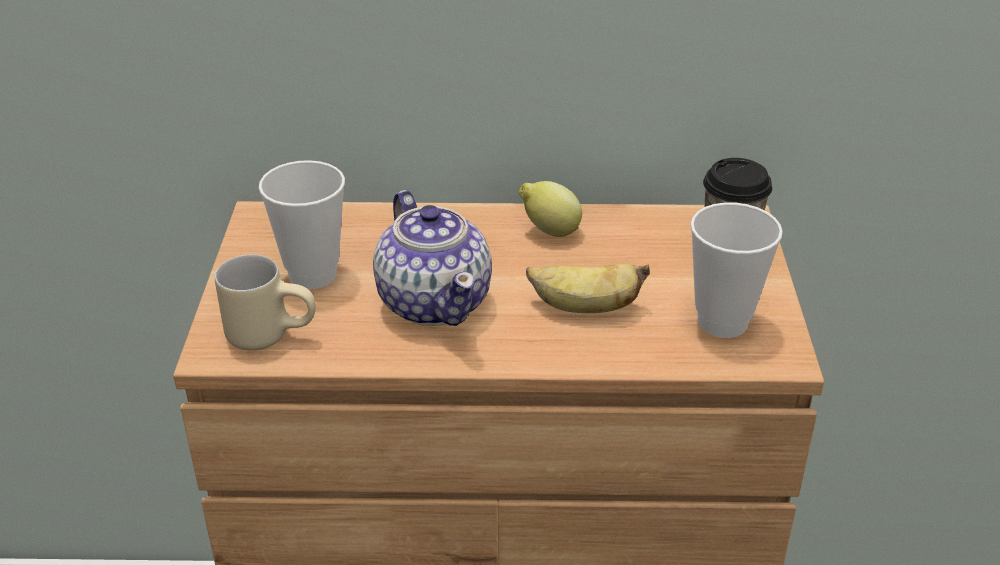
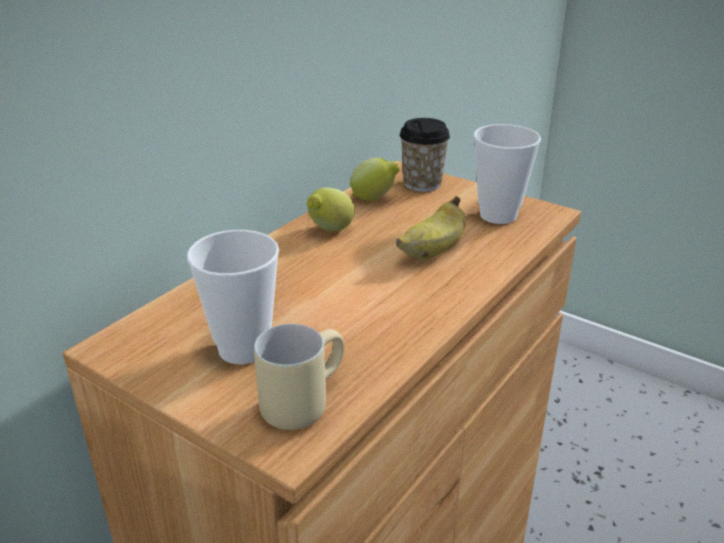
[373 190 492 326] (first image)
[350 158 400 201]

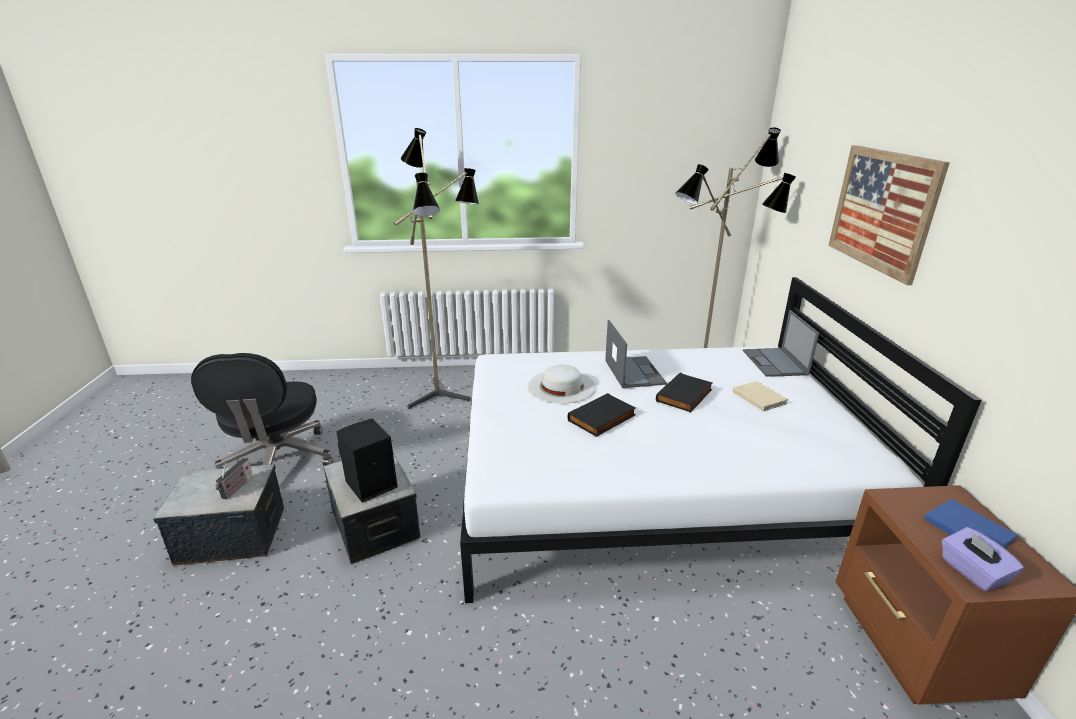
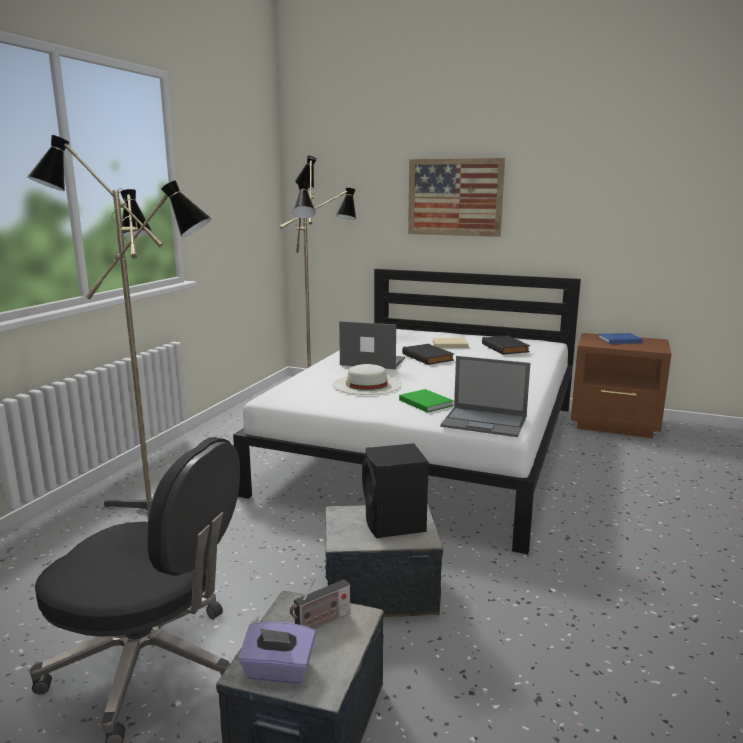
[399 389 454 413]
[482 336 530 355]
[440 356 530 437]
[238 622 316 684]
[290 578 350 630]

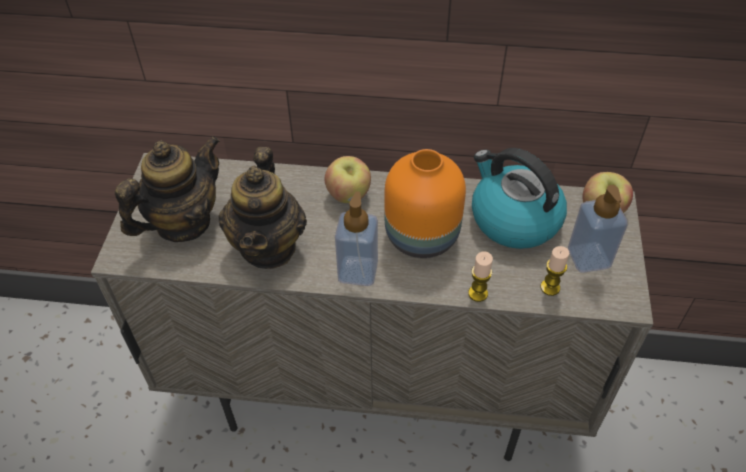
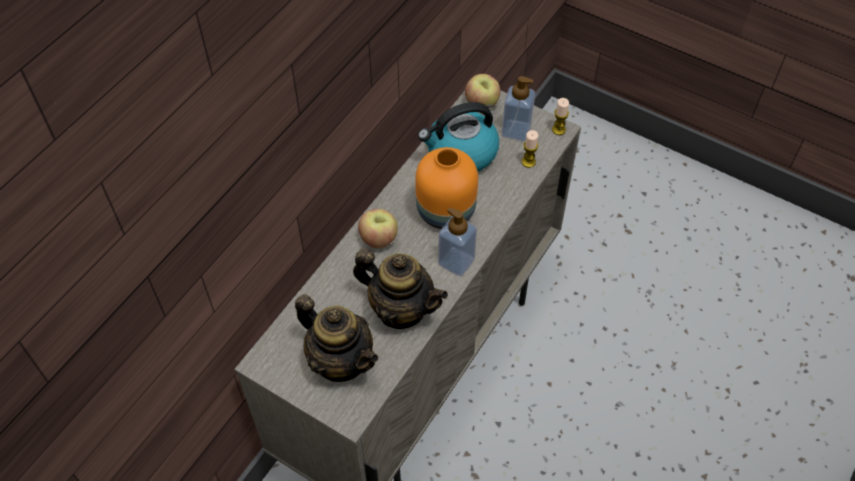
[552 98 569 135]
[295 294 378 382]

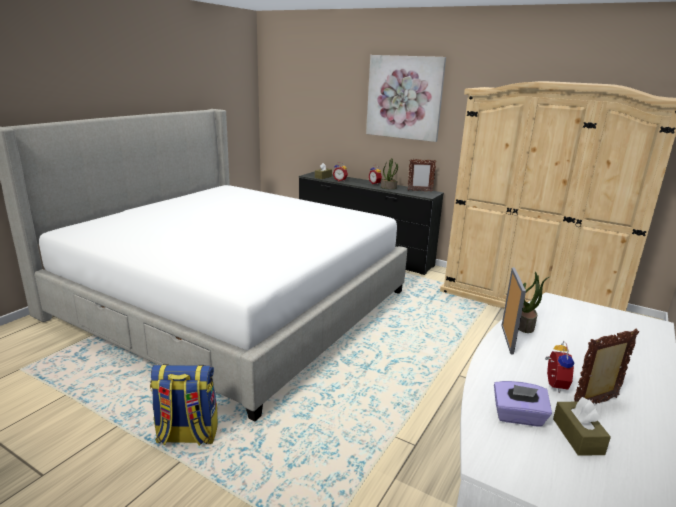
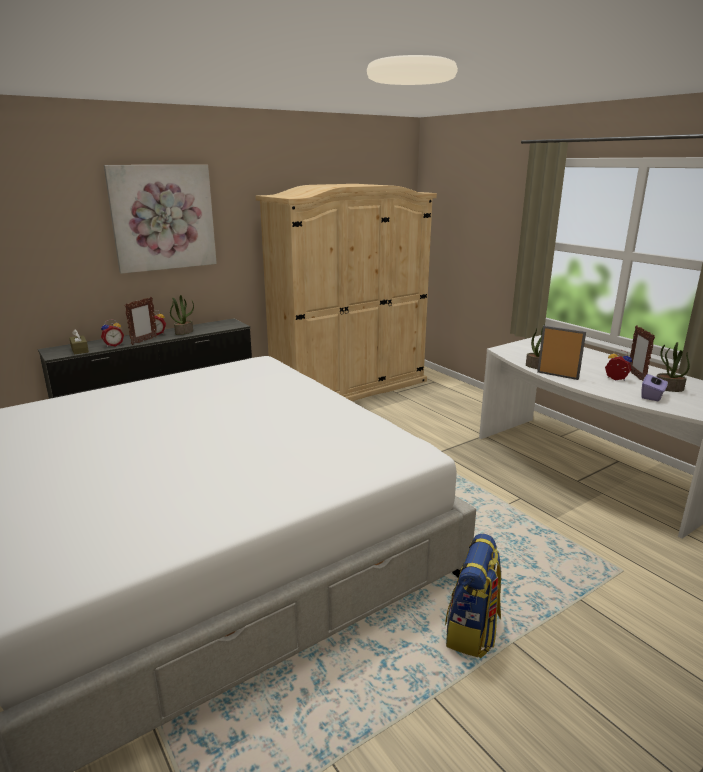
[125 297 157 345]
[657 342 690 392]

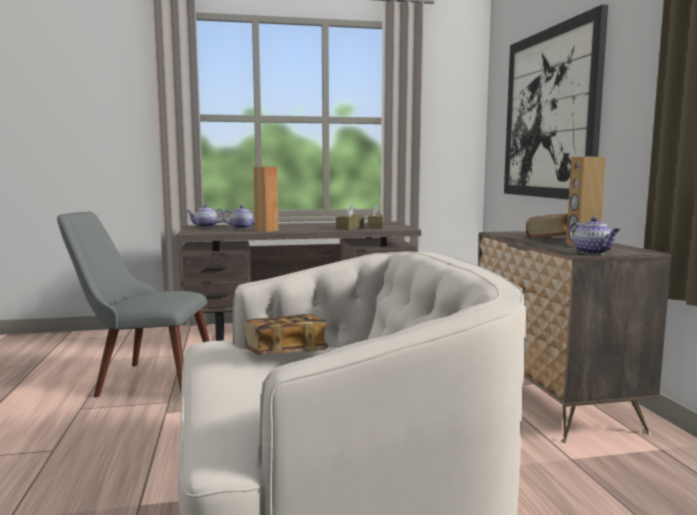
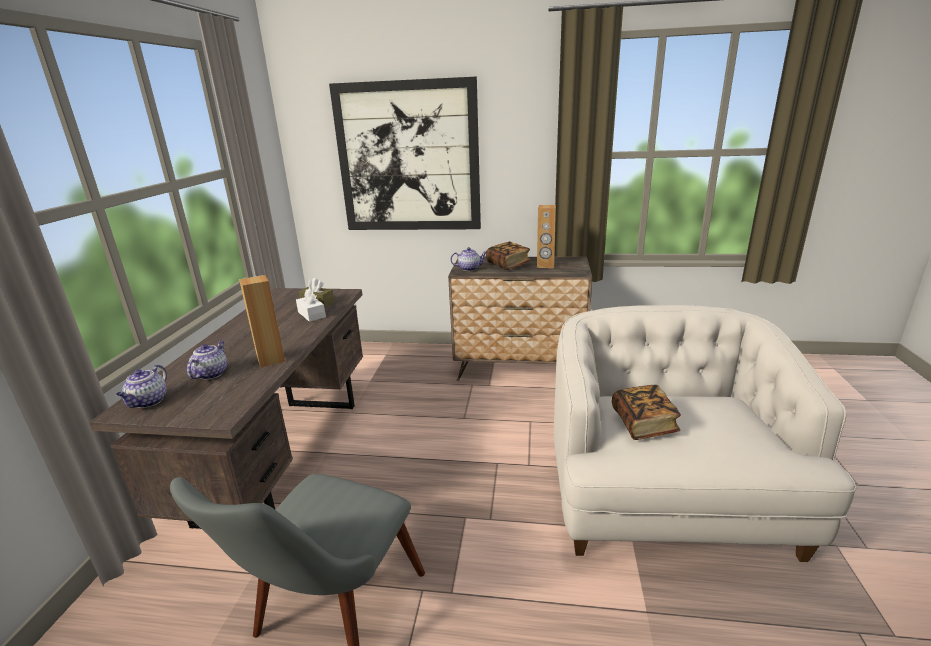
[450 247 487 271]
[296 289 326 322]

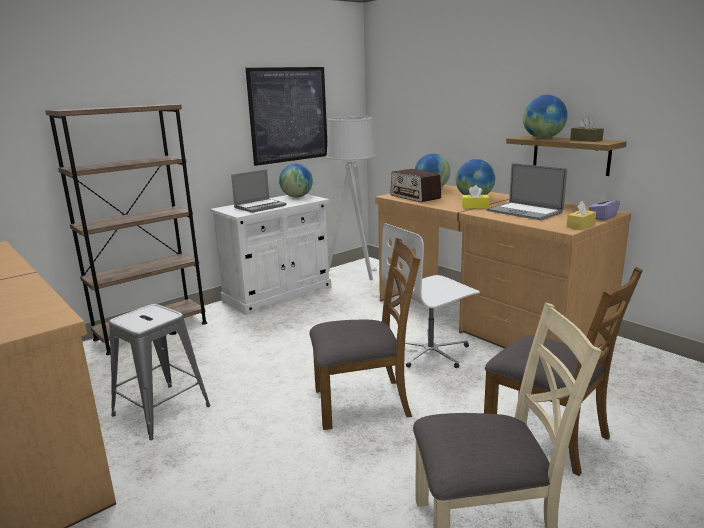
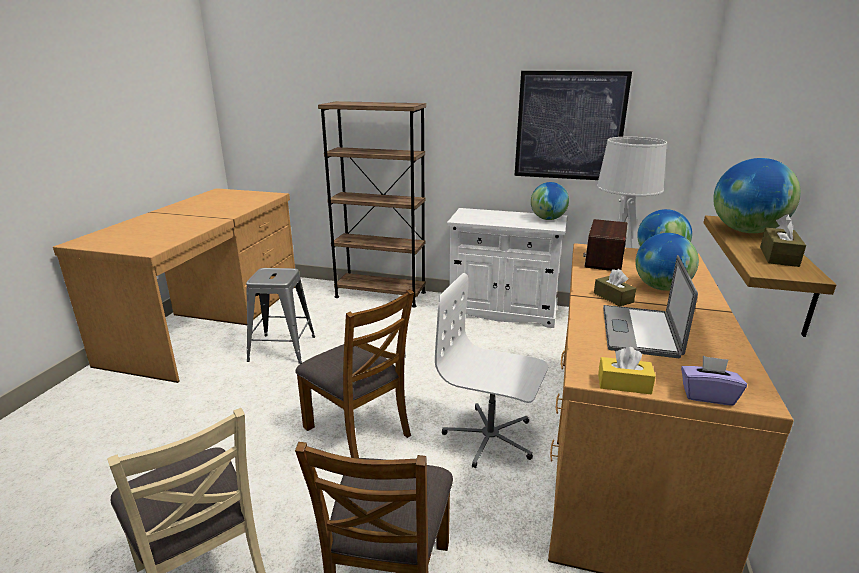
[231 169 287 213] (first image)
[594 269 636 306]

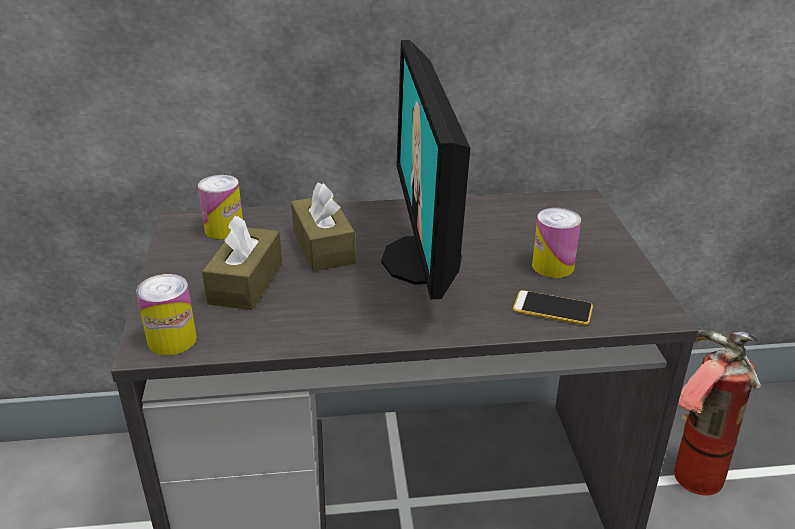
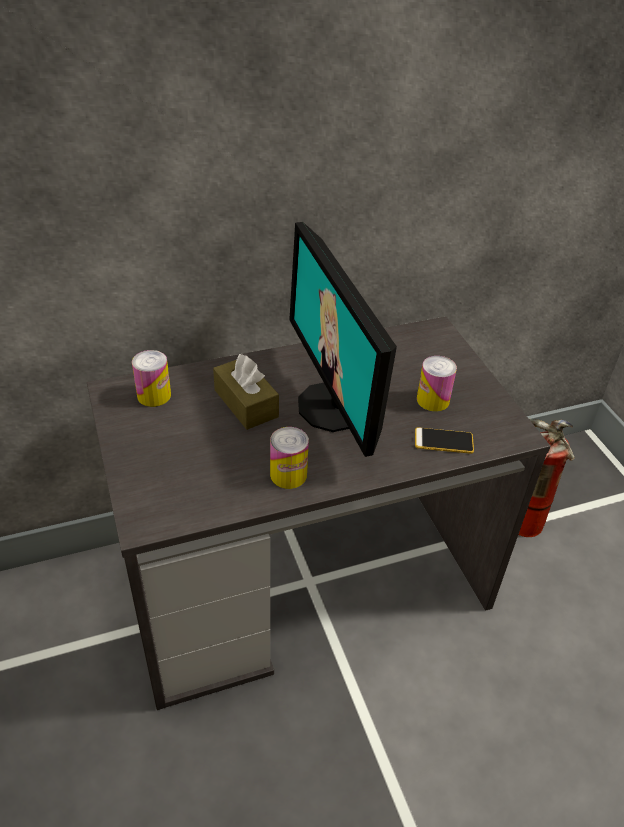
[202 216 282 310] (first image)
[270 427 309 489]

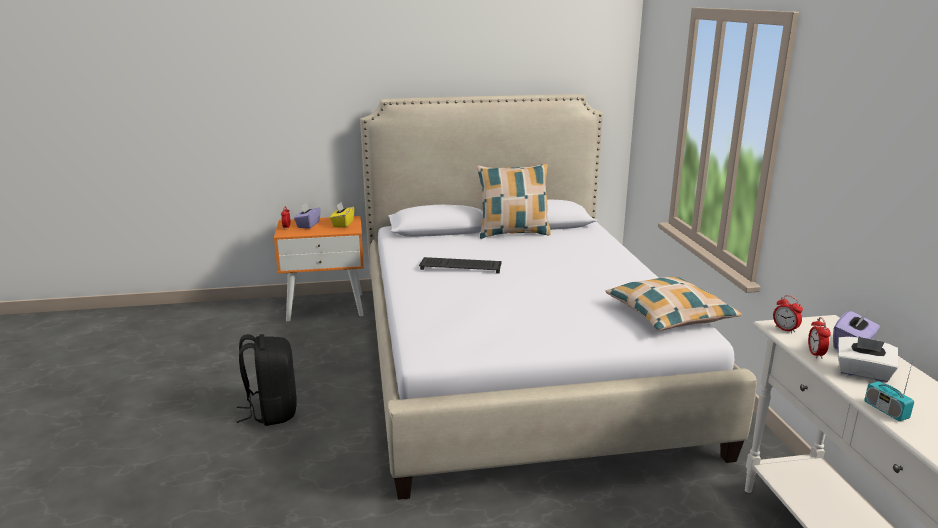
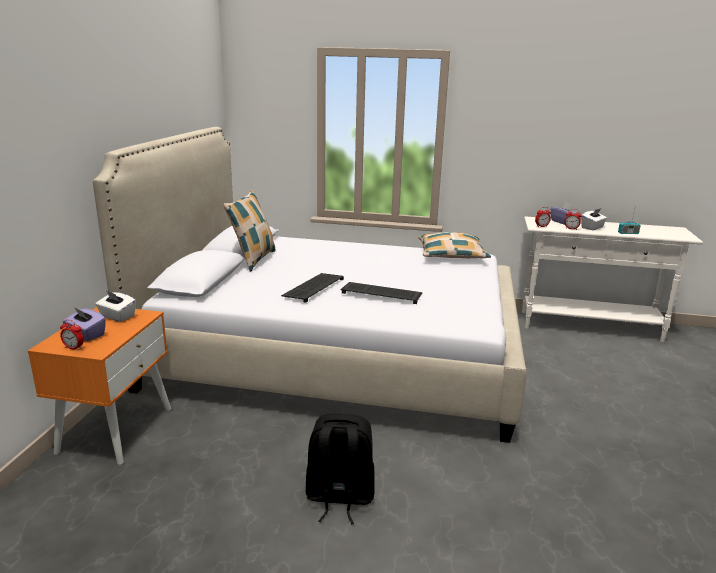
[341 282 423 304]
[95 291 136 322]

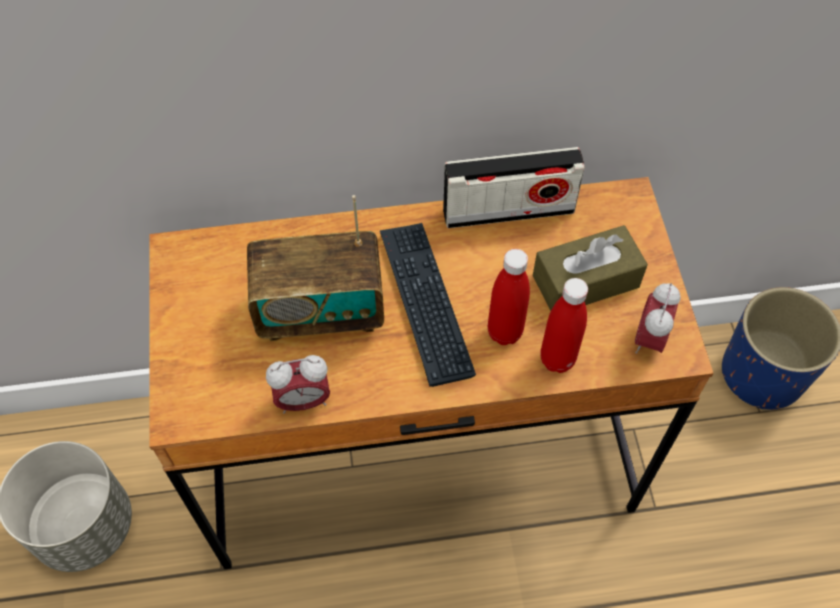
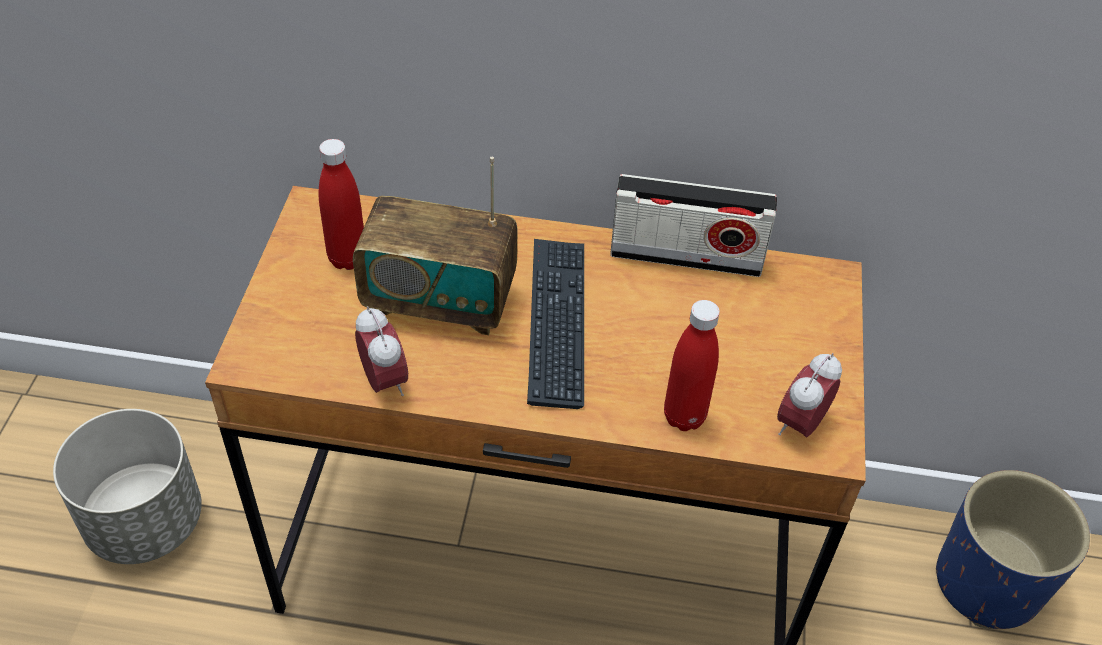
[533 225 648 311] (first image)
[319 139 364 270]
[355 306 408 396]

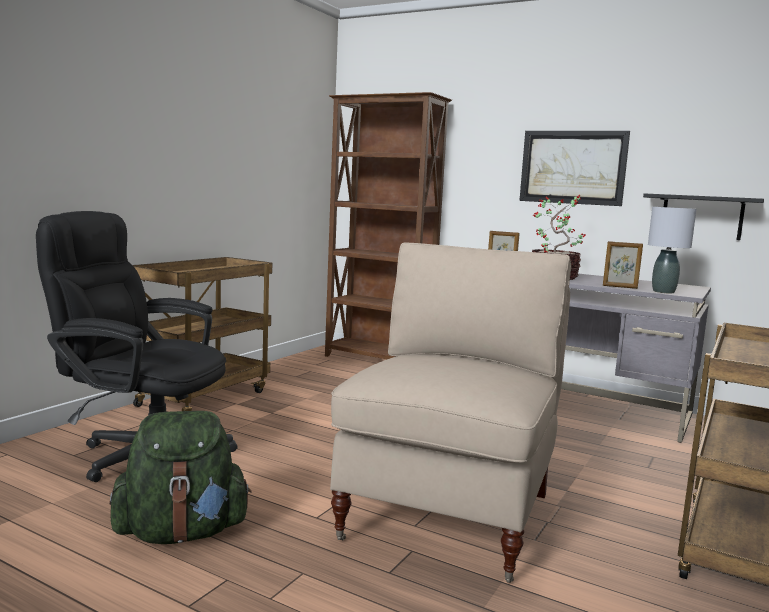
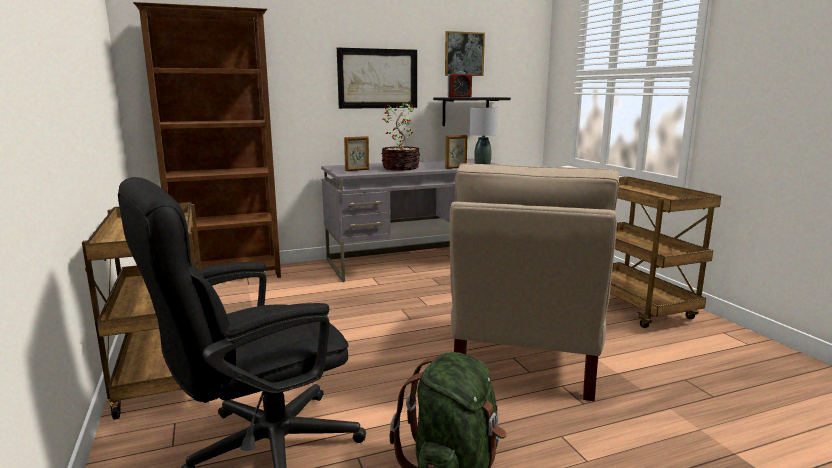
[445 31 485 76]
[448 71 472 97]
[449 163 619 401]

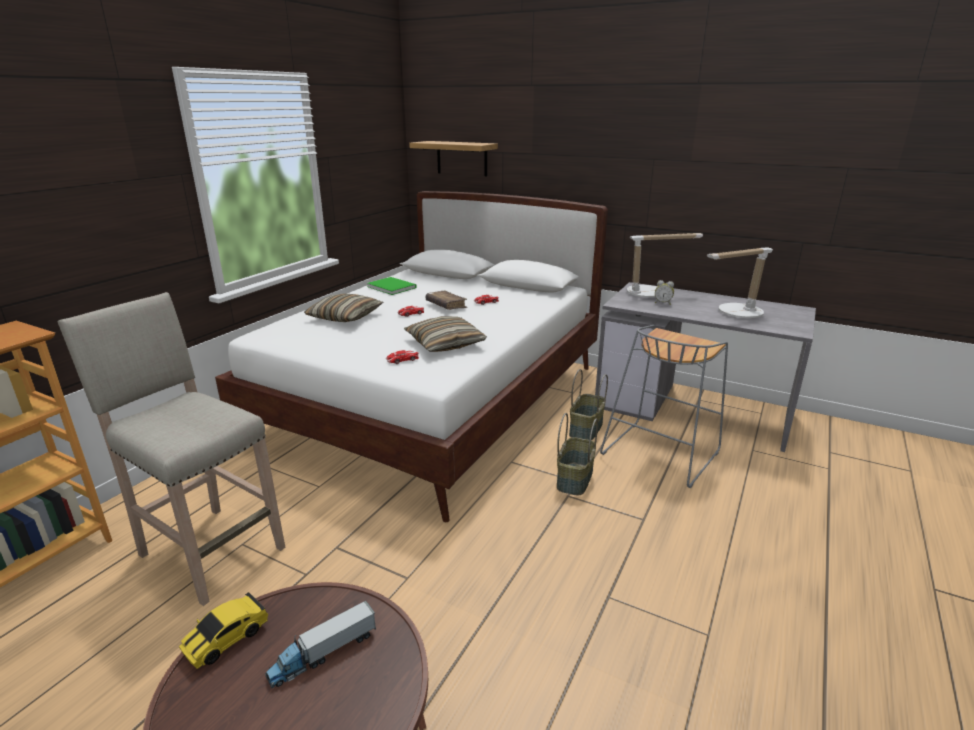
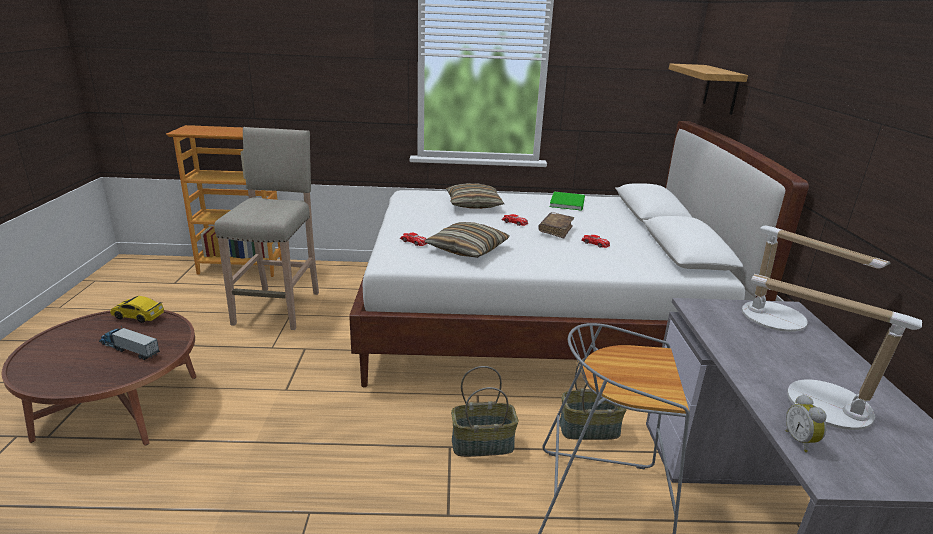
[786 394 826 452]

